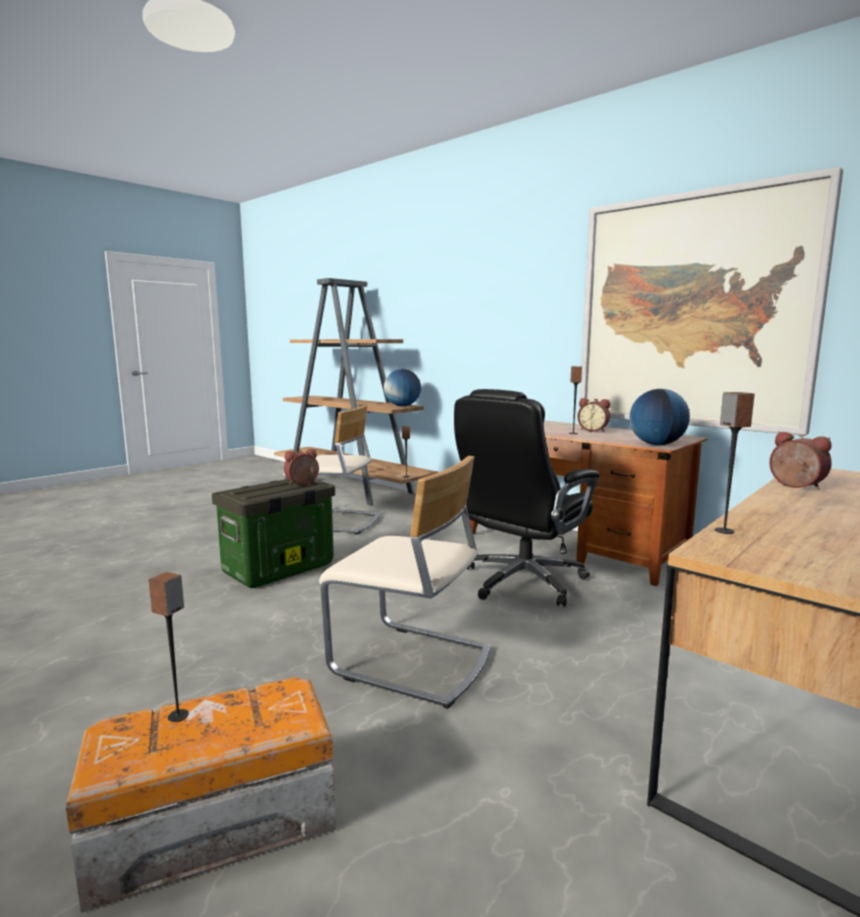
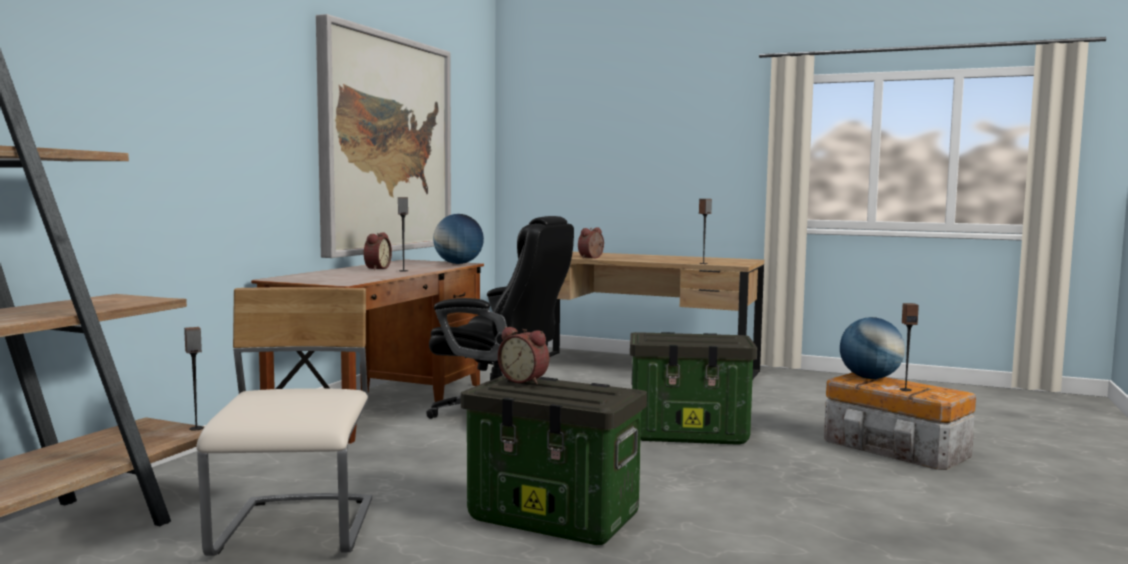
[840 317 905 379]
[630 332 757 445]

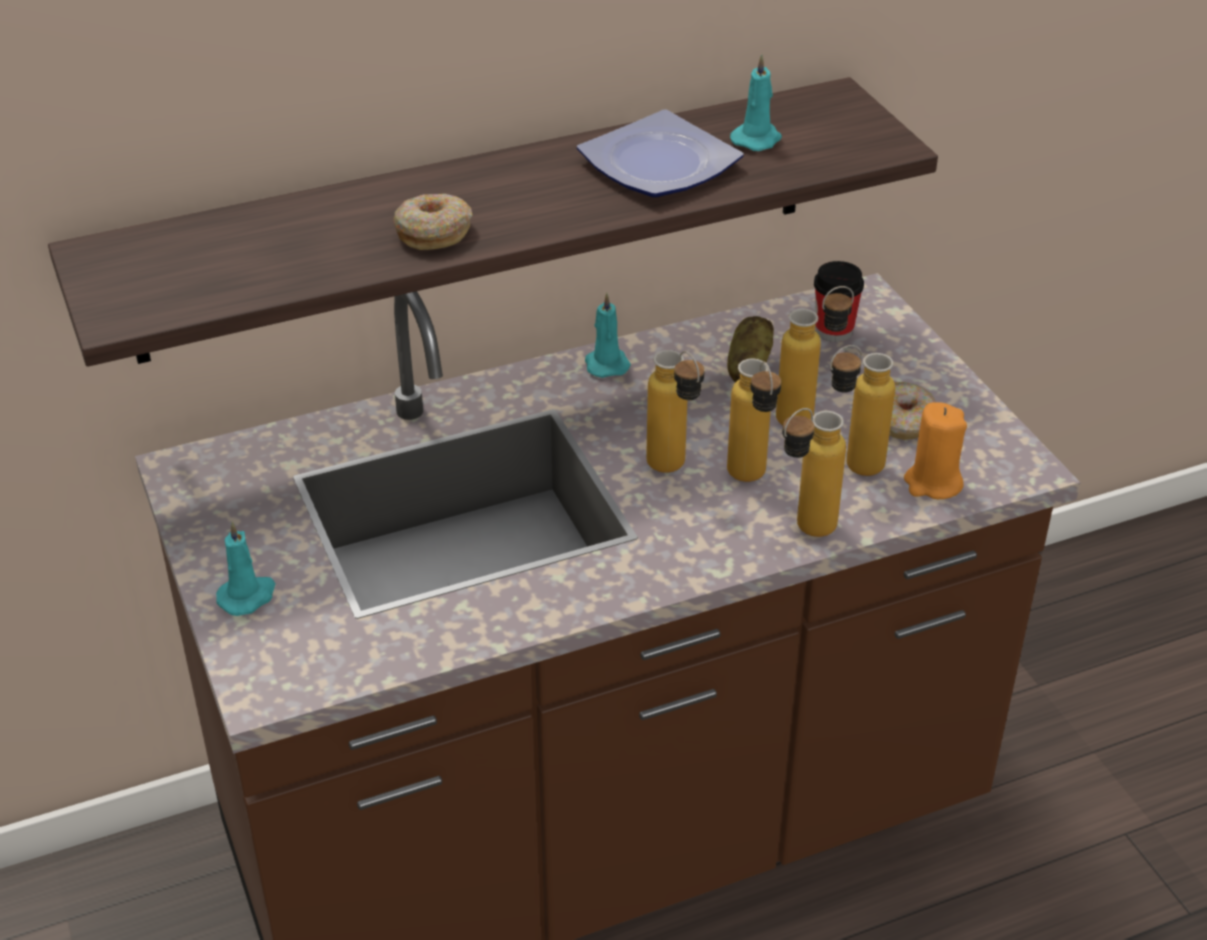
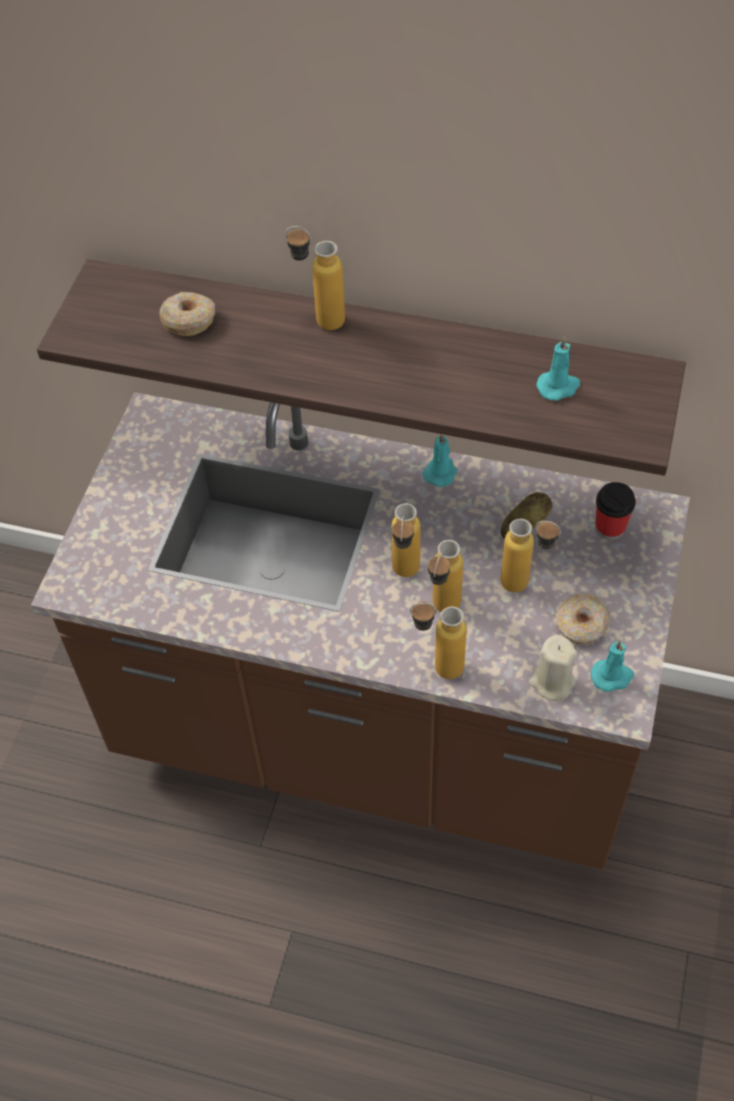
[577 109 743 197] (first image)
[591 640 634 692]
[159 292 215 336]
[285 226 345 330]
[529 635 578 701]

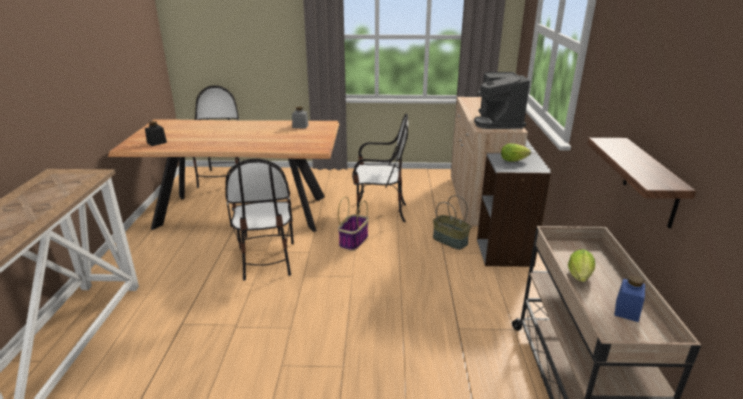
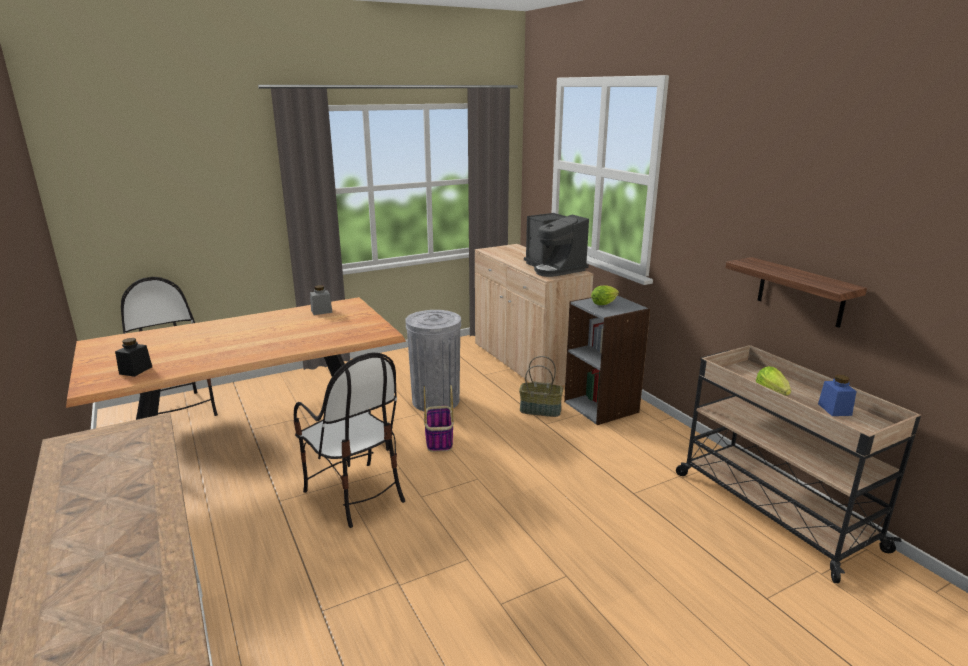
[405 310 461 411]

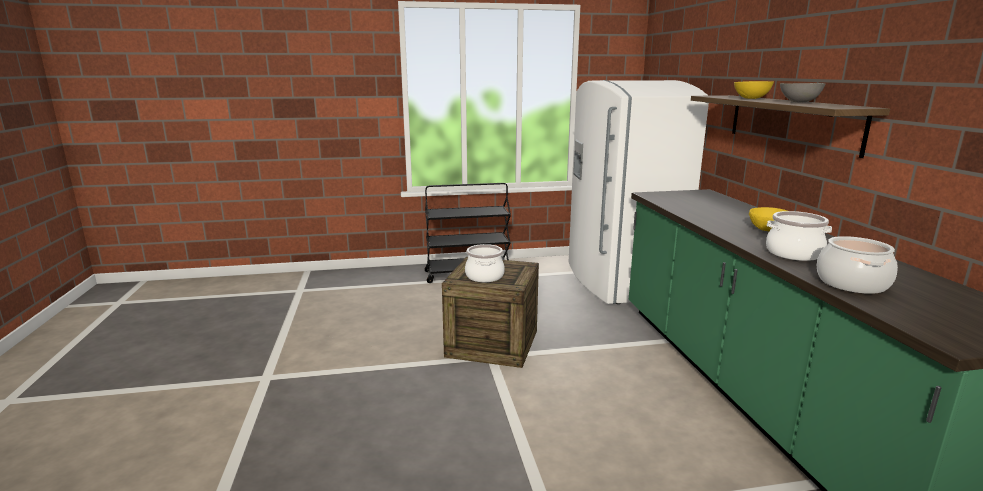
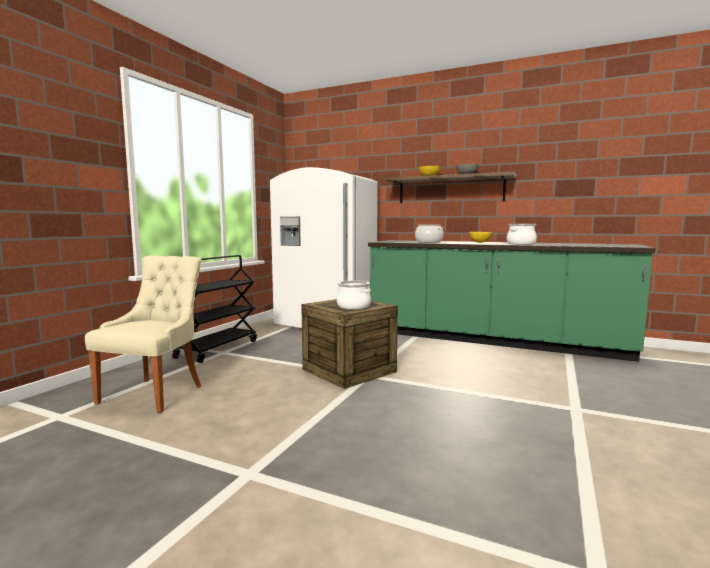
[85 256 202 413]
[415 225 443 243]

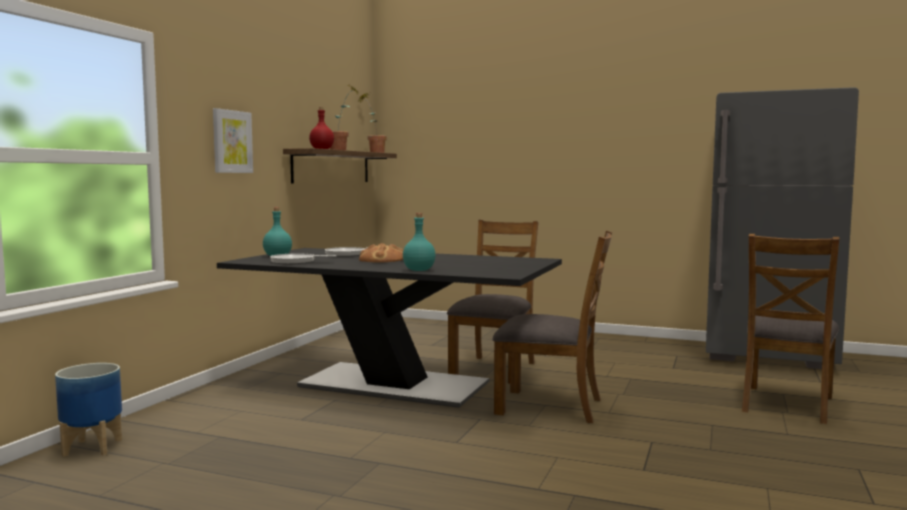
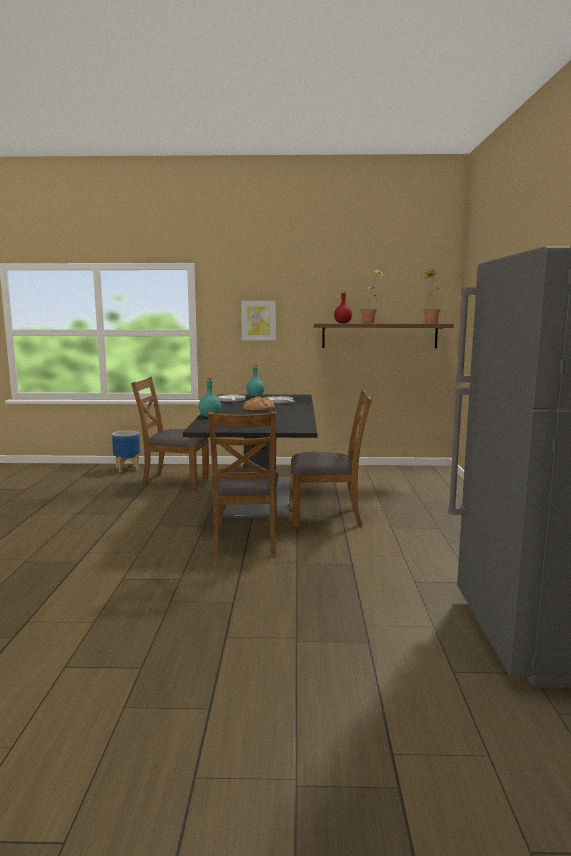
[131 377 209 491]

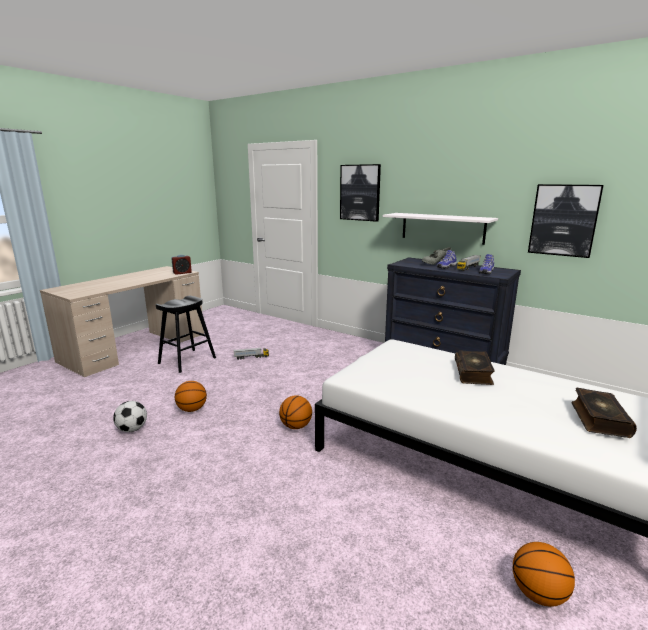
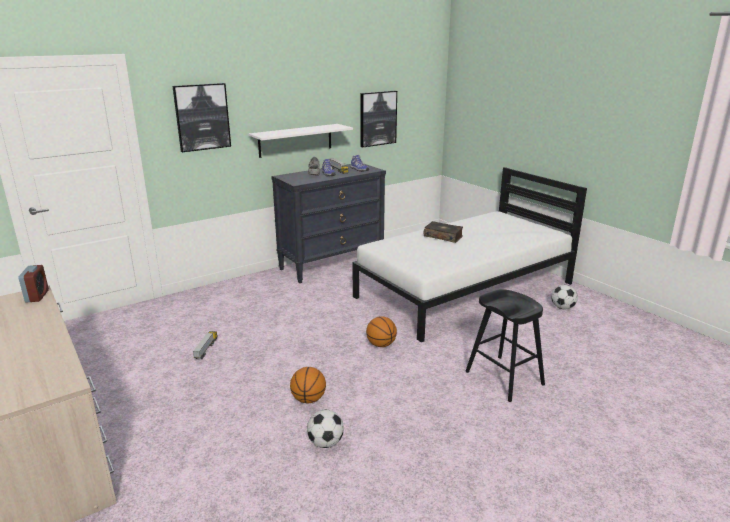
[571 387 637 438] (first image)
[465 289 545 402]
[551 285 578 310]

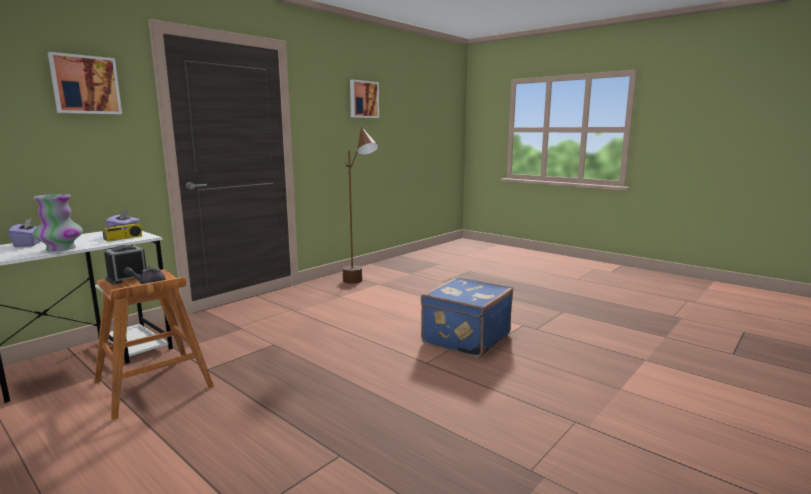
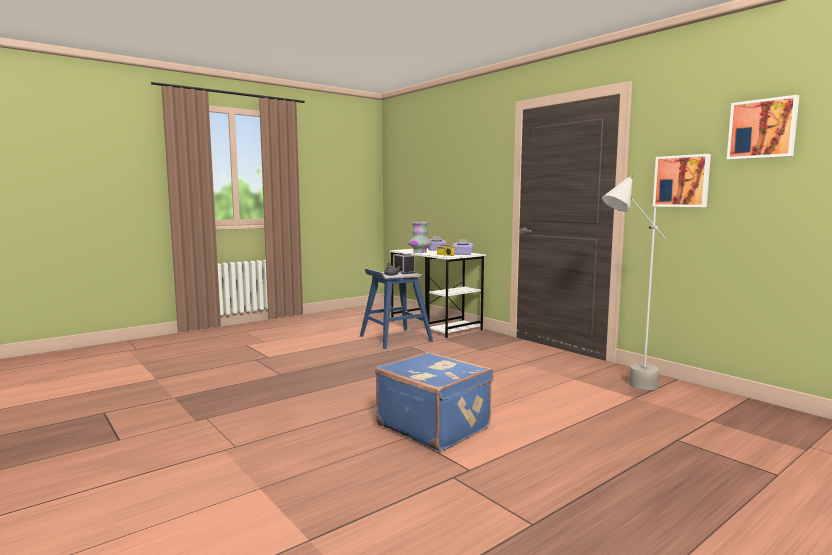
[653 154 711 207]
[360 269 433 349]
[602 175 666 390]

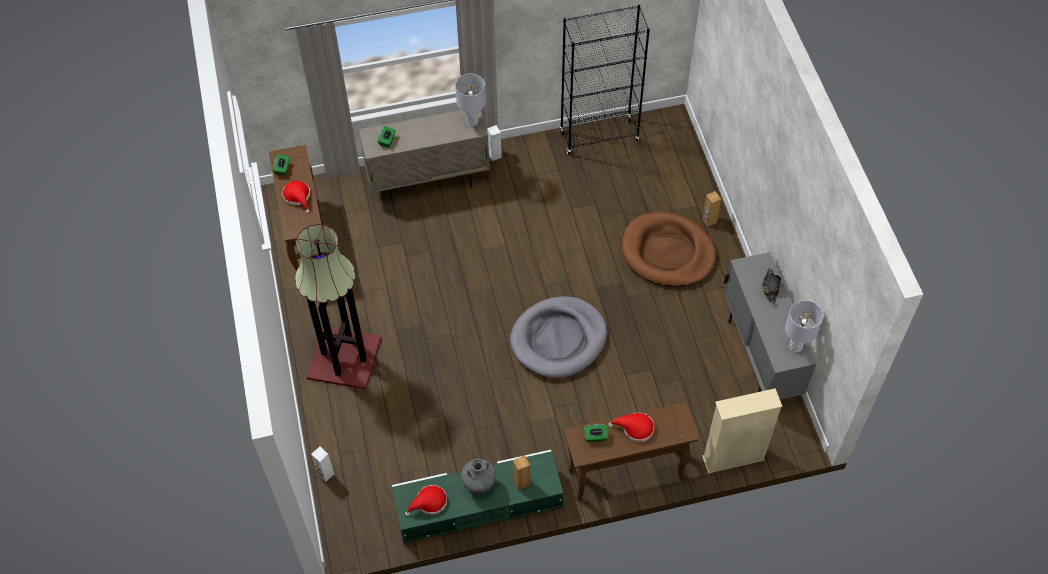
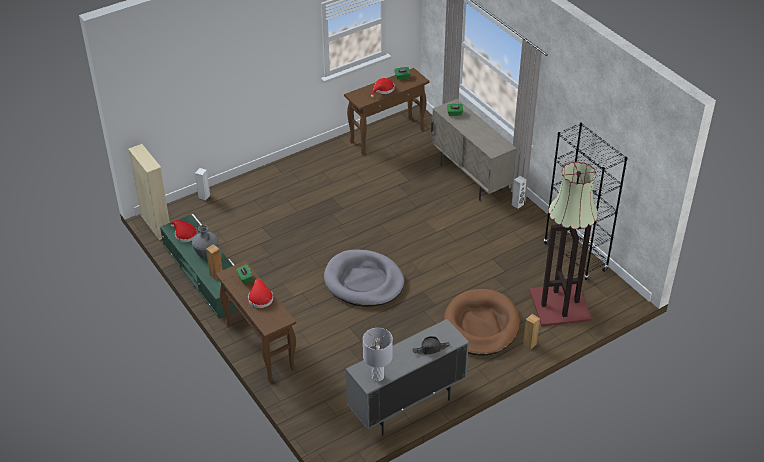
[455 74 486 126] (first image)
[529 162 598 327]
[128 144 170 240]

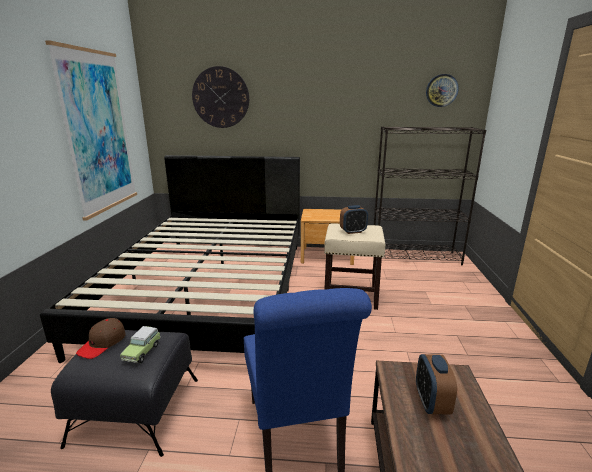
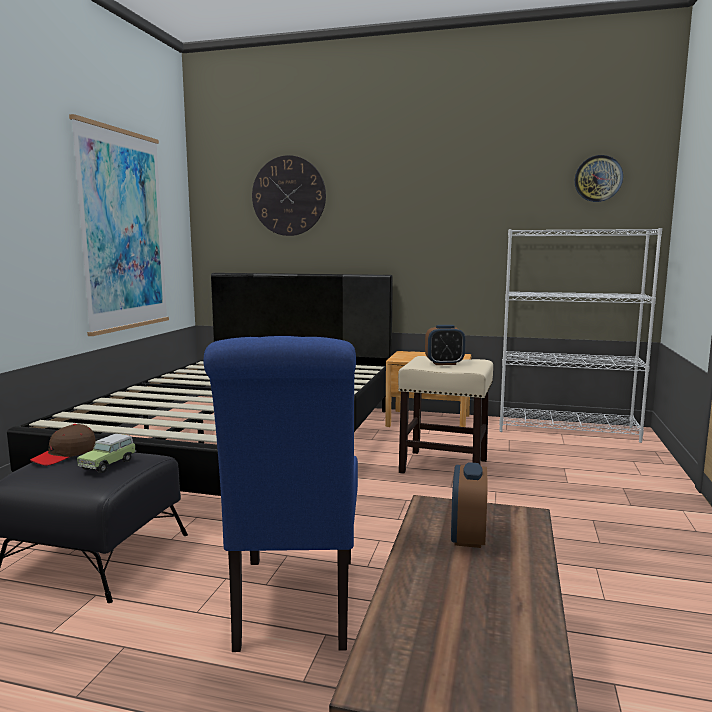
[499 228 662 443]

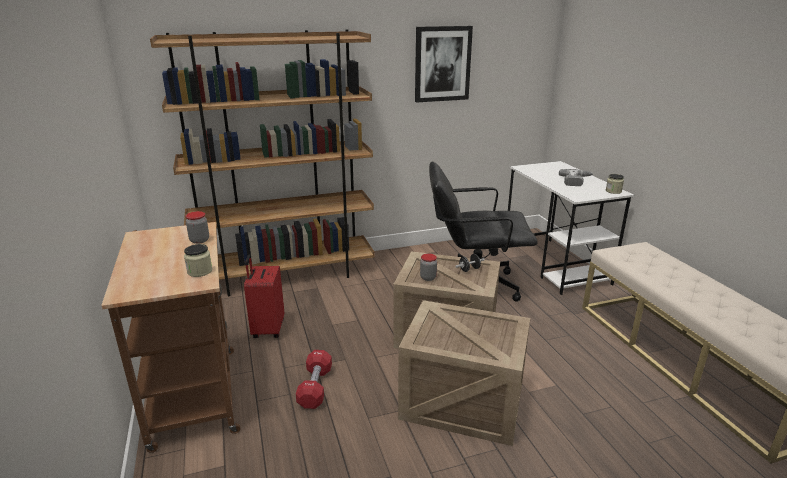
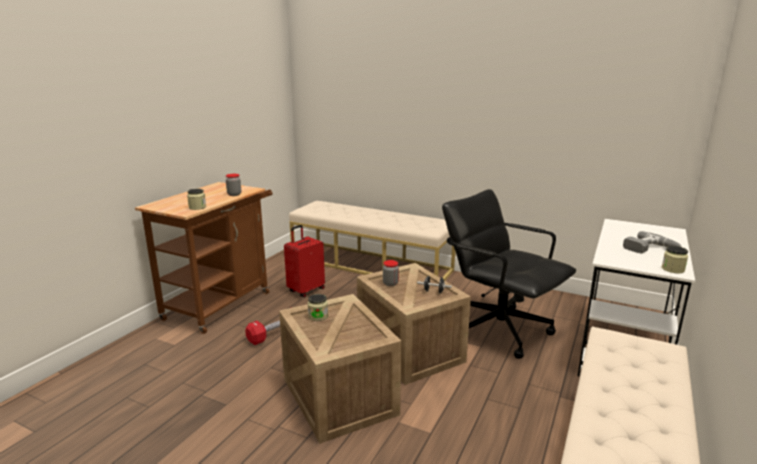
[415 26 473 103] (first image)
[308 294 328 321]
[289 201 456 280]

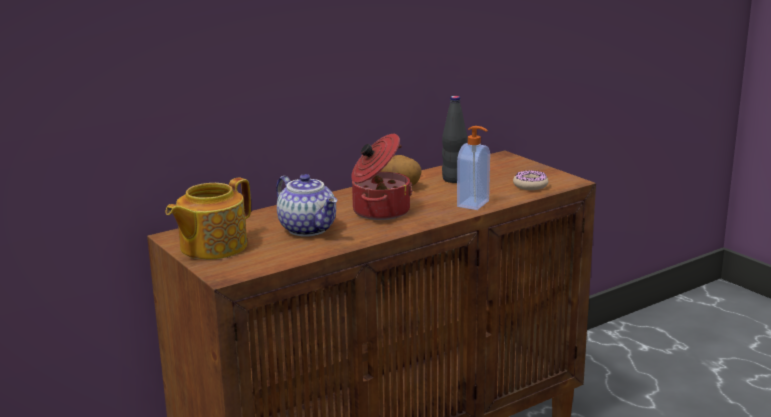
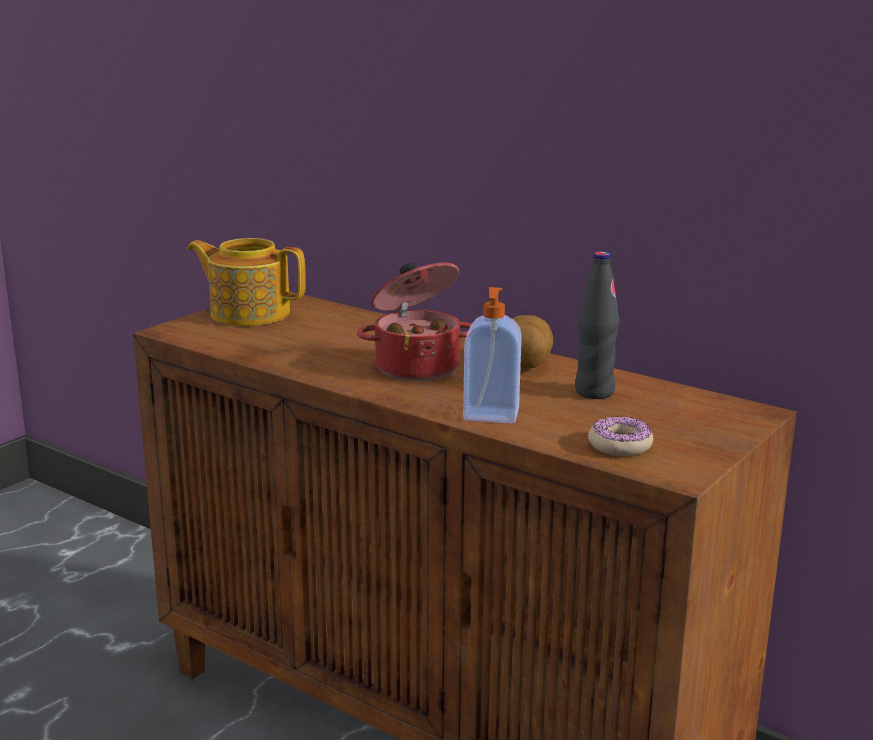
[276 174 337 237] (first image)

